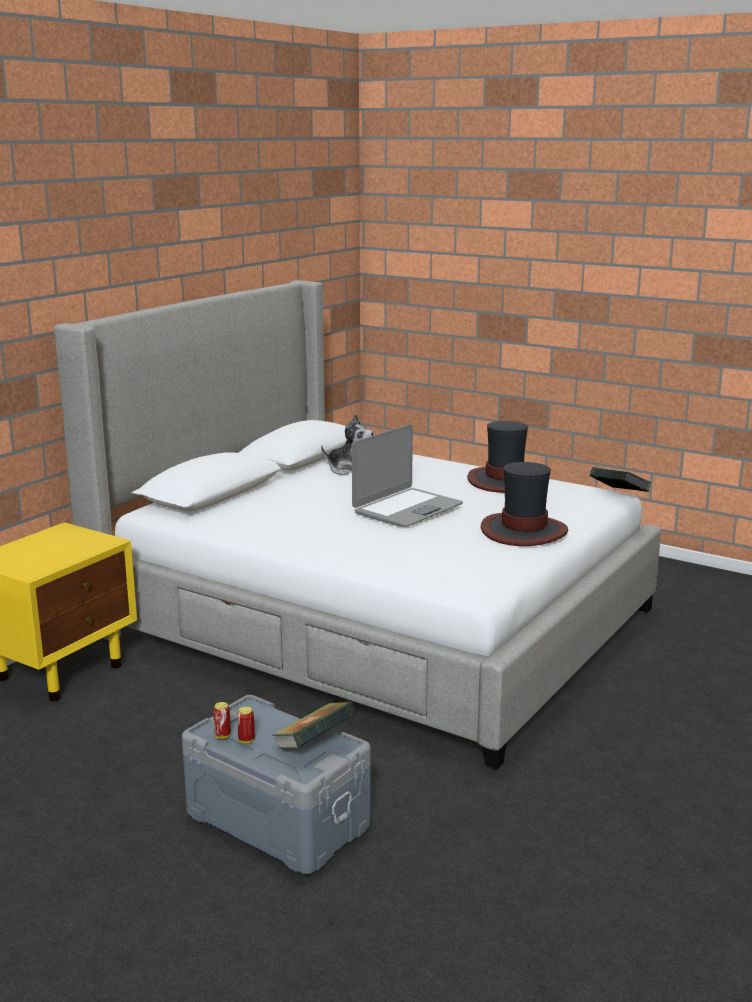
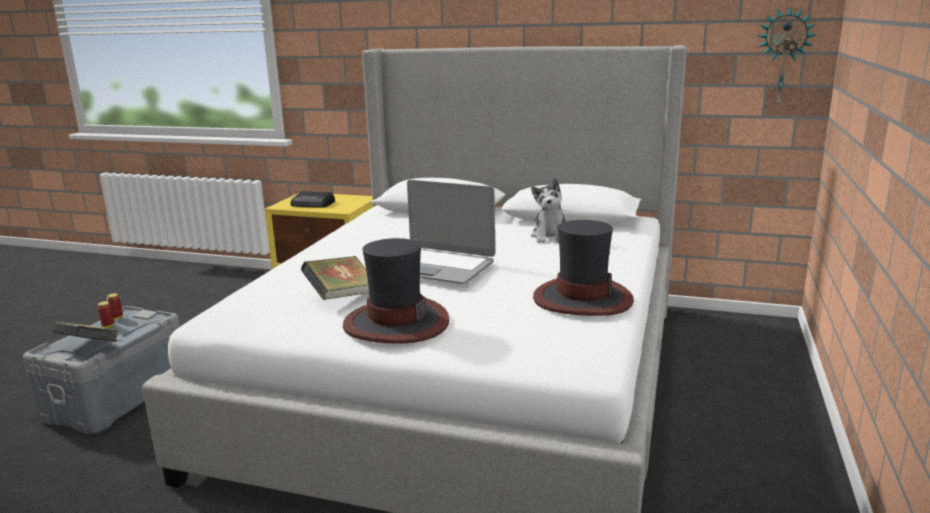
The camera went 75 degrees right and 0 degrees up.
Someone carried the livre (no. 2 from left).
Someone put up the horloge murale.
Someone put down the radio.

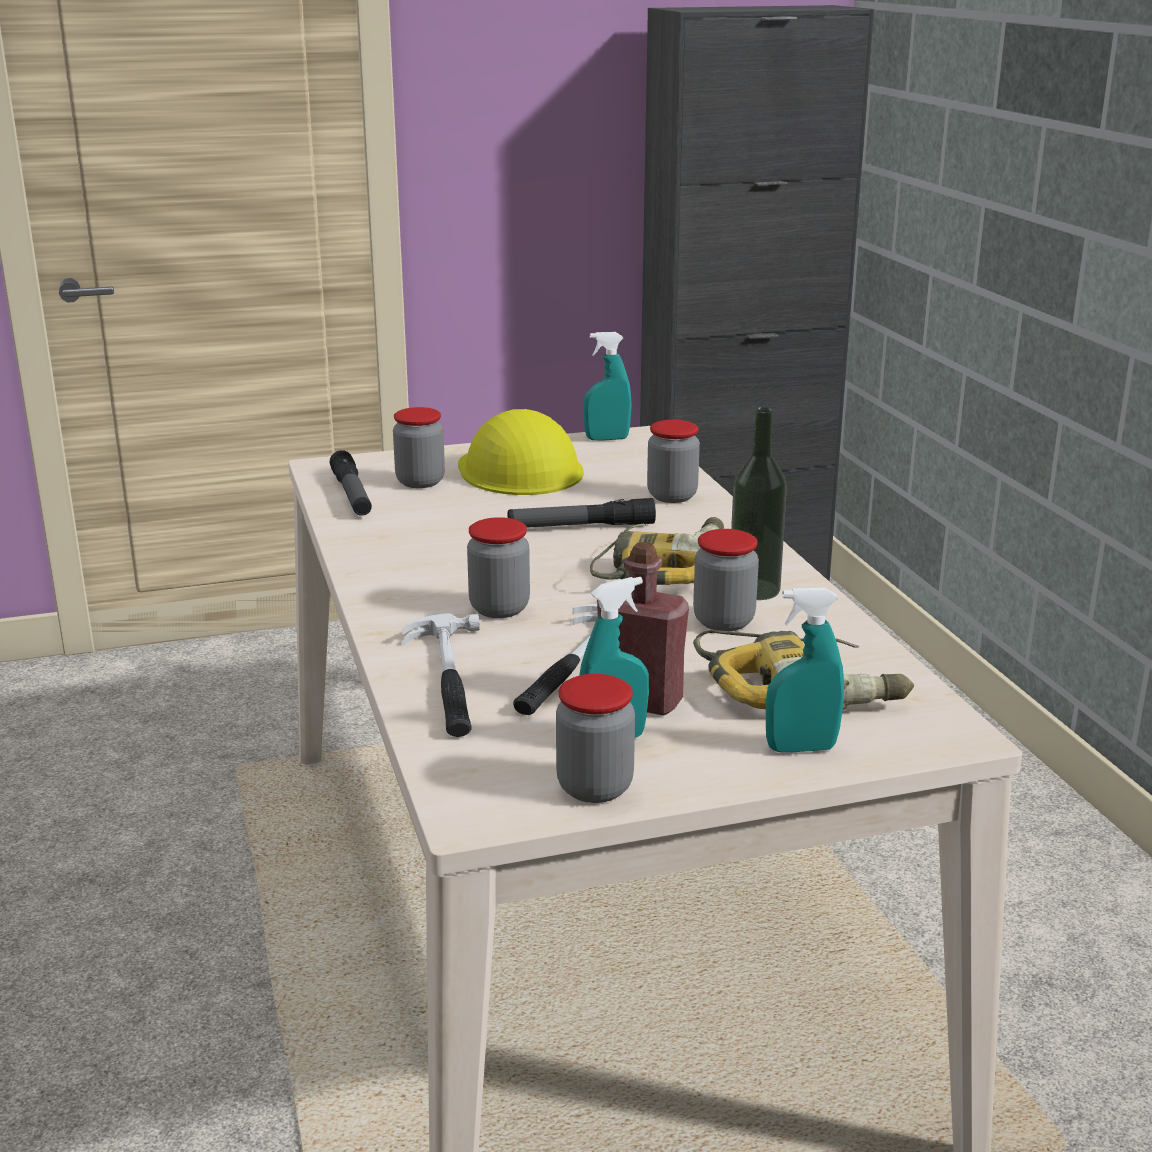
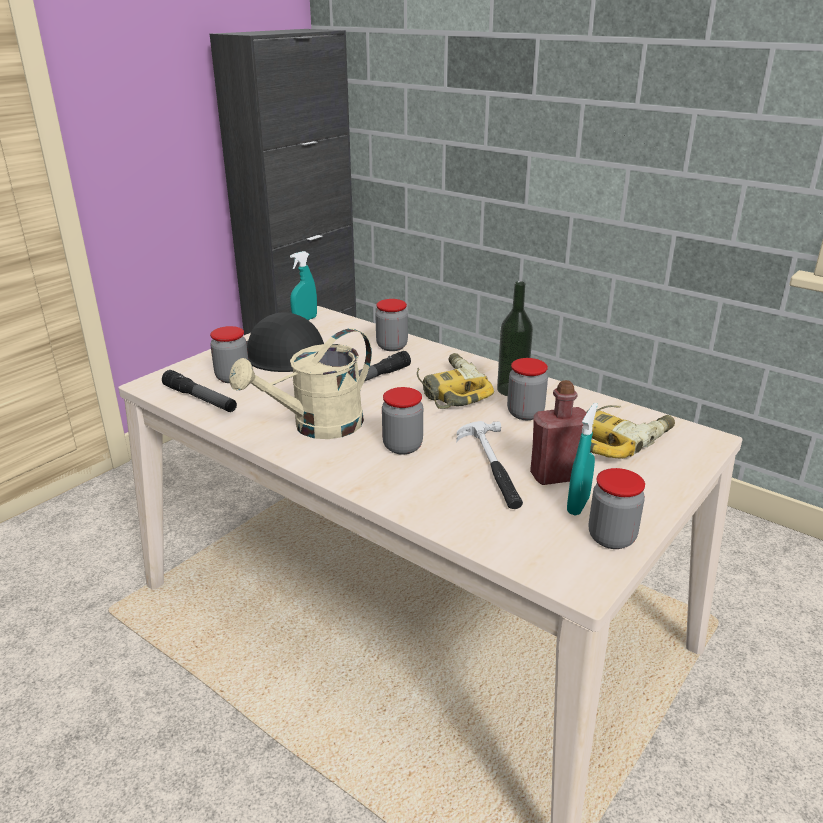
The camera went 35 degrees left and 5 degrees up.
Someone repainted the casque de chantier [jaune], which became the casque de chantier [noir].
Someone took away the vaporisateur [turquoise] (no. 3 from left).
Someone took away the marteau (no. 1 from left).
Someone put down the arrosoir [beige].

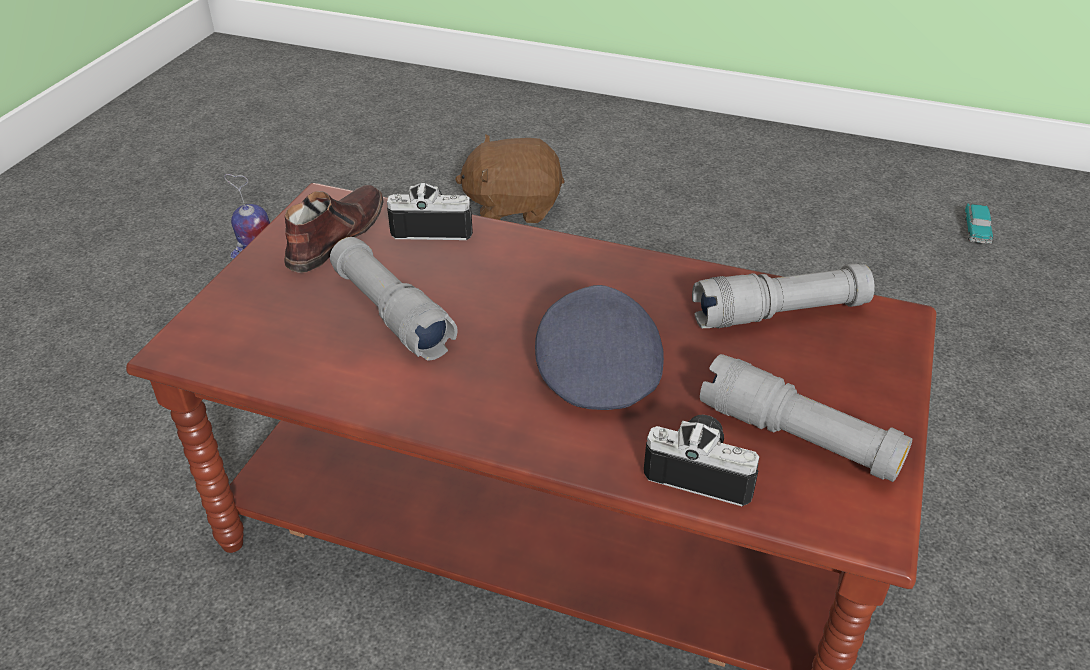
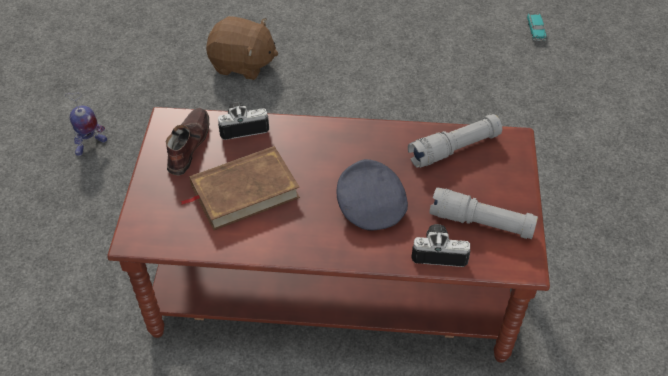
The camera went 15 degrees left and 10 degrees up.
Someone rotated the peluche [marron] by 150 degrees counterclockwise.
Someone swapped the lampe de poche [gris] (no. 1 from left) for the livre [marron].

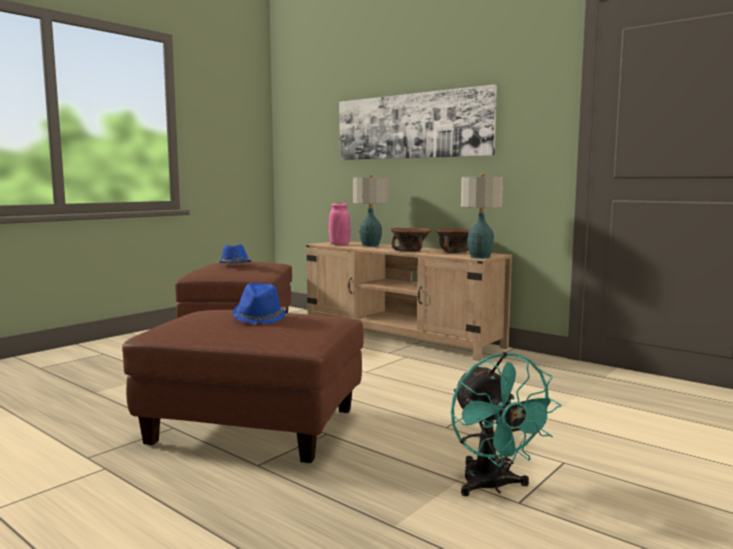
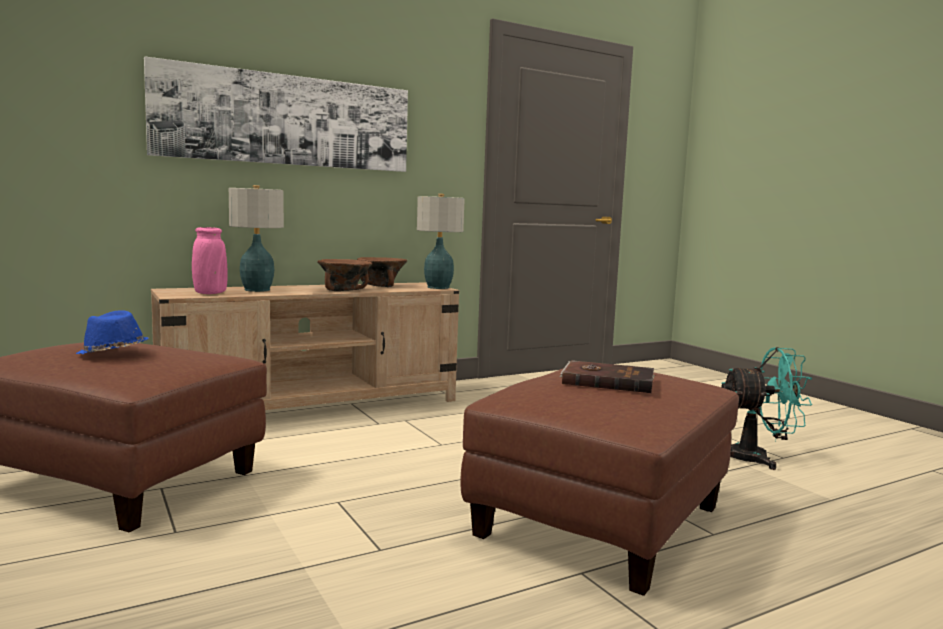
The camera went 70 degrees left and 0 degrees up.
Someone swapped the chapeau [bleu] (no. 2 from left) for the livre [marron].

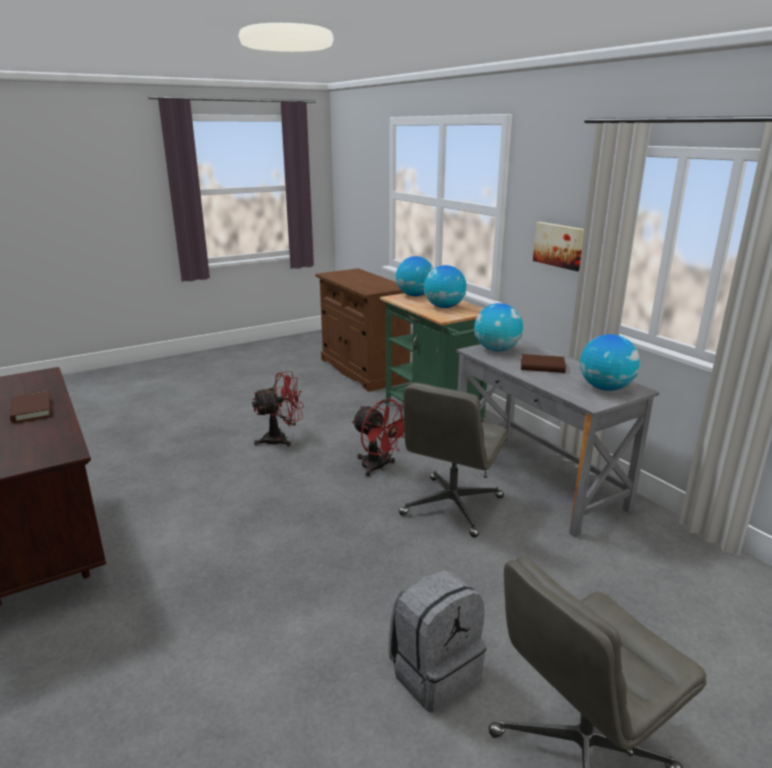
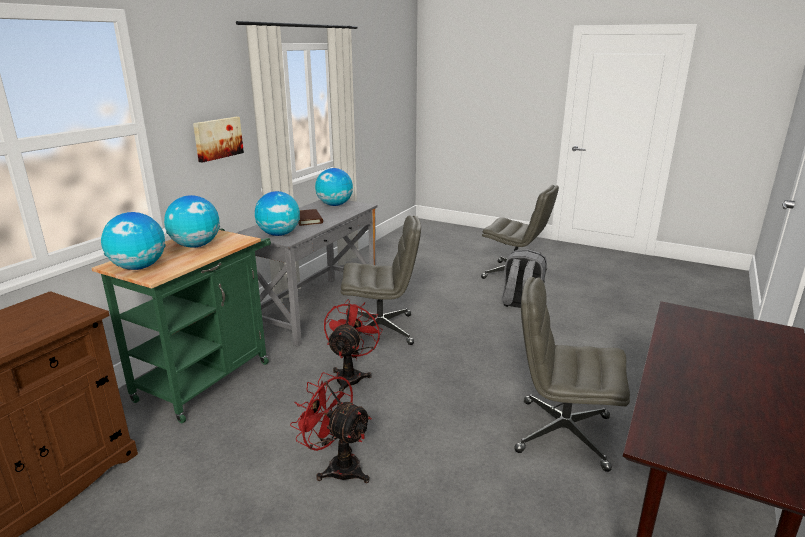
The camera went 120 degrees left and 0 degrees up.
Someone took away the livre [marron] (no. 1 from left).
Someone put down the chaise de bureau [gris] (no. 3 from left).

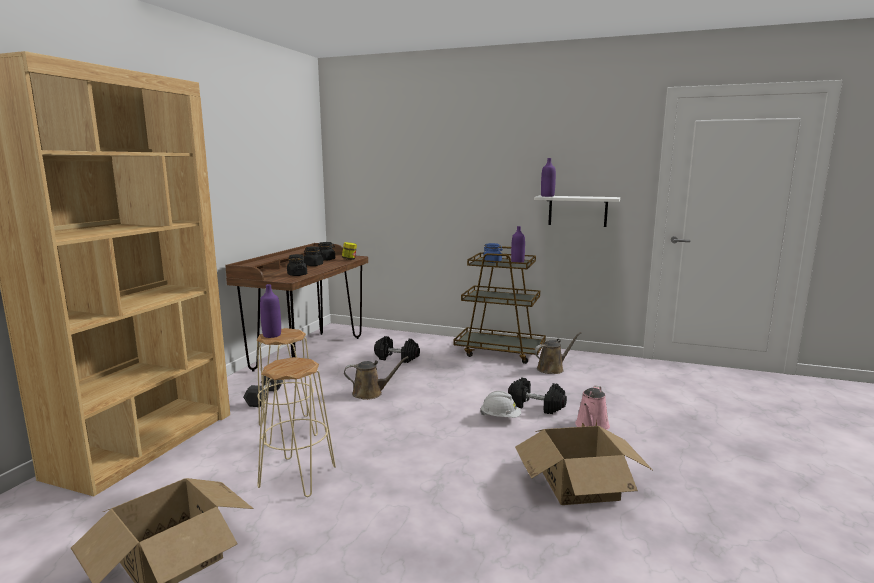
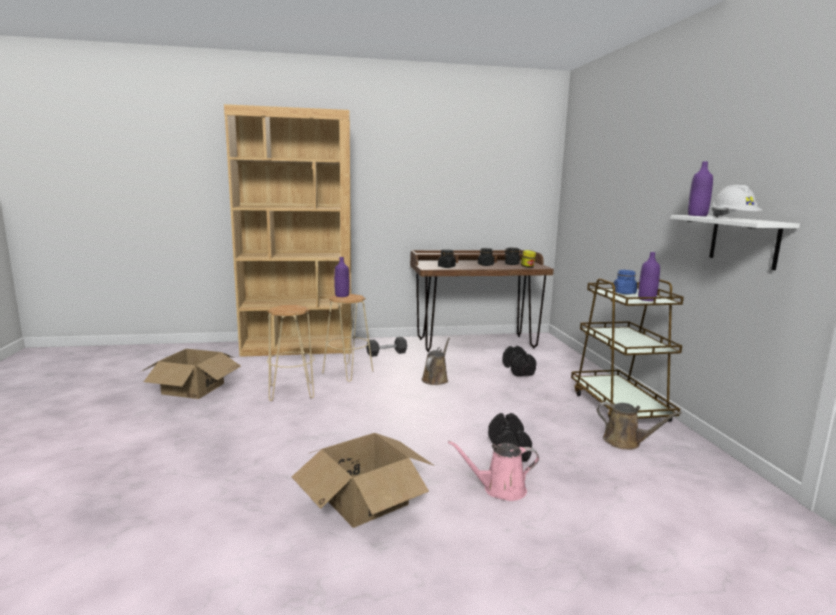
The camera went 60 degrees right and 0 degrees up.
Someone rotated the arrosoir [marron] (no. 1 from left) by 120 degrees counterclockwise.
Someone carried the casque de chantier [blanc].

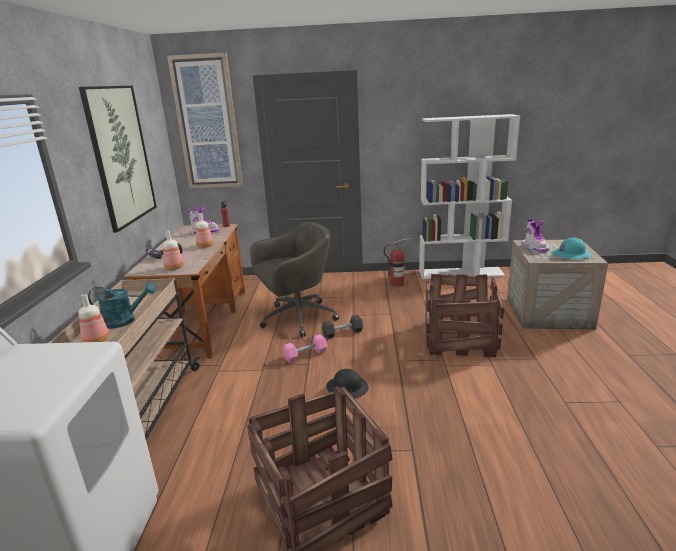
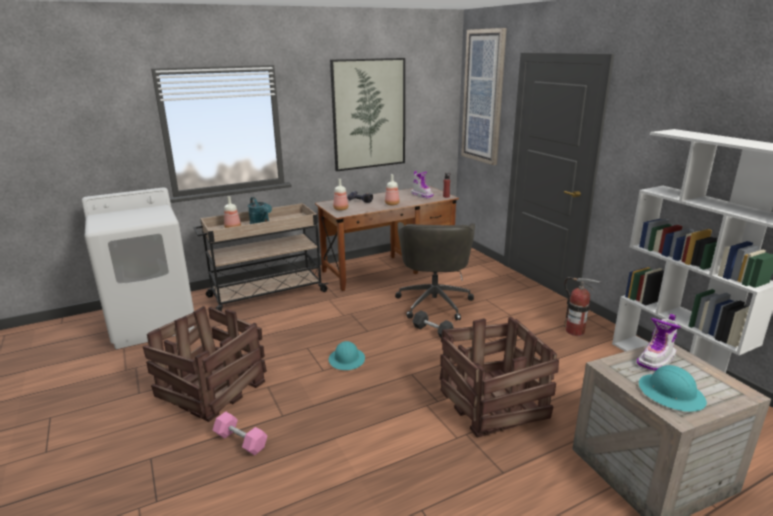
The camera went 60 degrees right and 0 degrees up.
Someone rotated the chaise de bureau [gris] by 60 degrees clockwise.
Someone carried the haltère [rose].
Someone repainted the casque de chantier [noir], which became the casque de chantier [turquoise] (no. 1 from left).

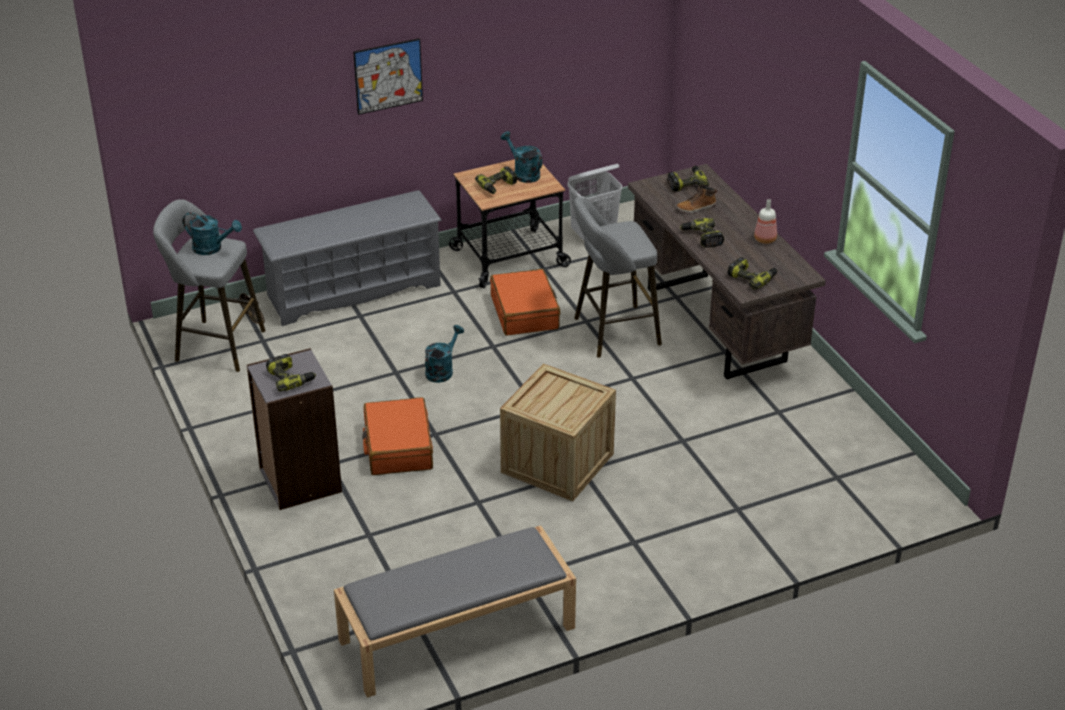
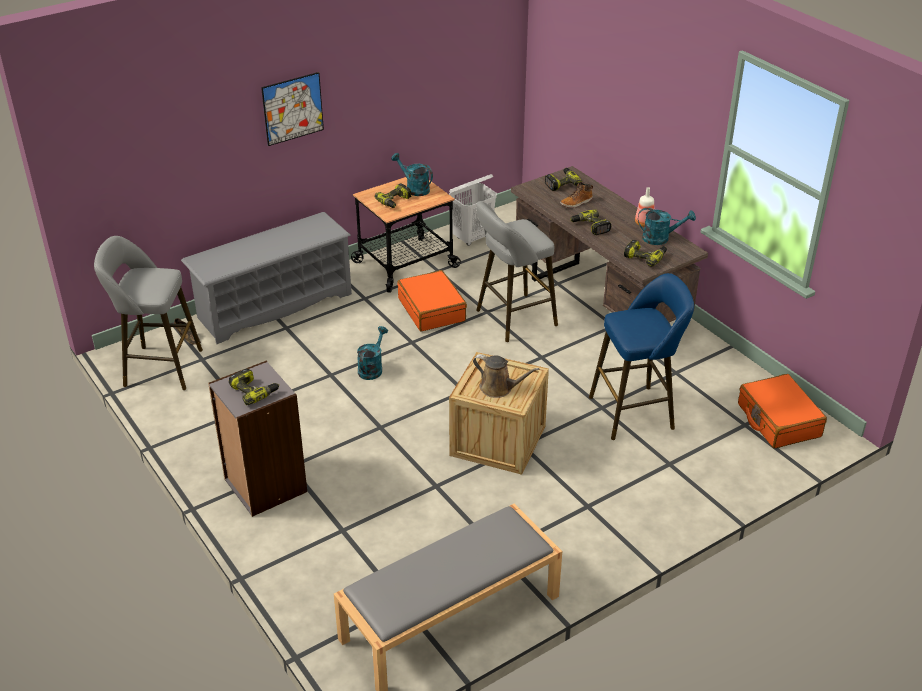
The camera went 10 degrees left and 0 degrees up.
Someone carried the arrosoir [turquoise] (no. 1 from left in the first image).
Someone carried the valise [orange] (no. 1 from left in the first image).
Someone put down the tabouret [bleu].
Someone put down the arrosoir [marron].

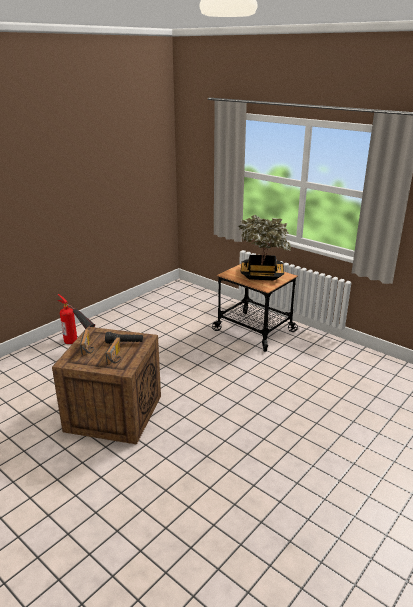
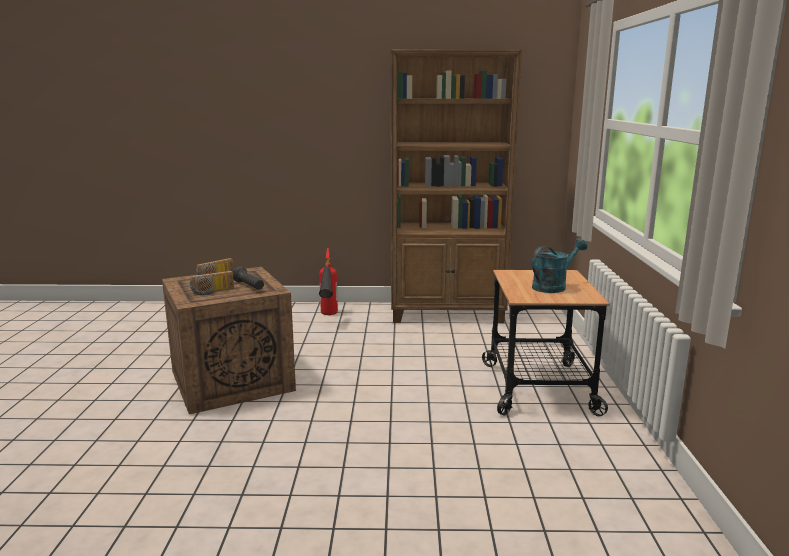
The camera went 50 degrees right and 10 degrees down.
Someone swapped the plante en pot for the arrosoir [turquoise].
Someone put down the bibliothèque [marron].

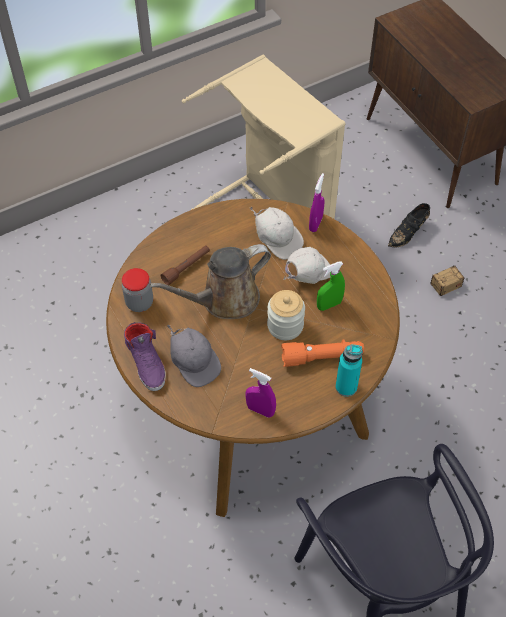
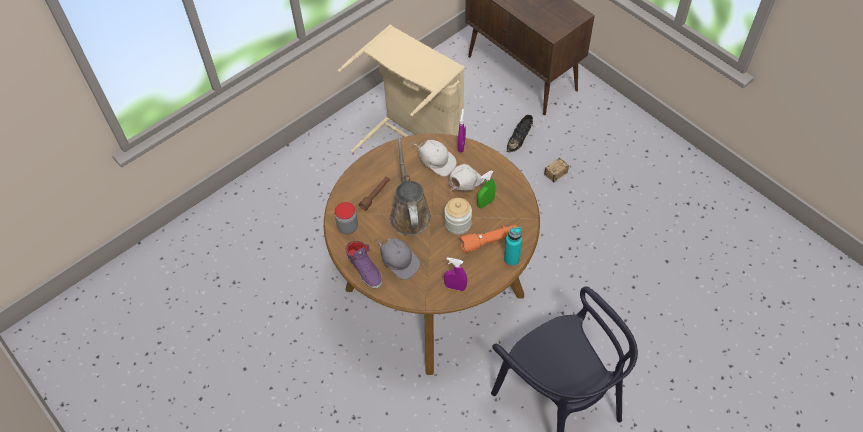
The camera went 10 degrees left and 0 degrees up.
Someone rotated the arrosoir [marron] by 120 degrees clockwise.

